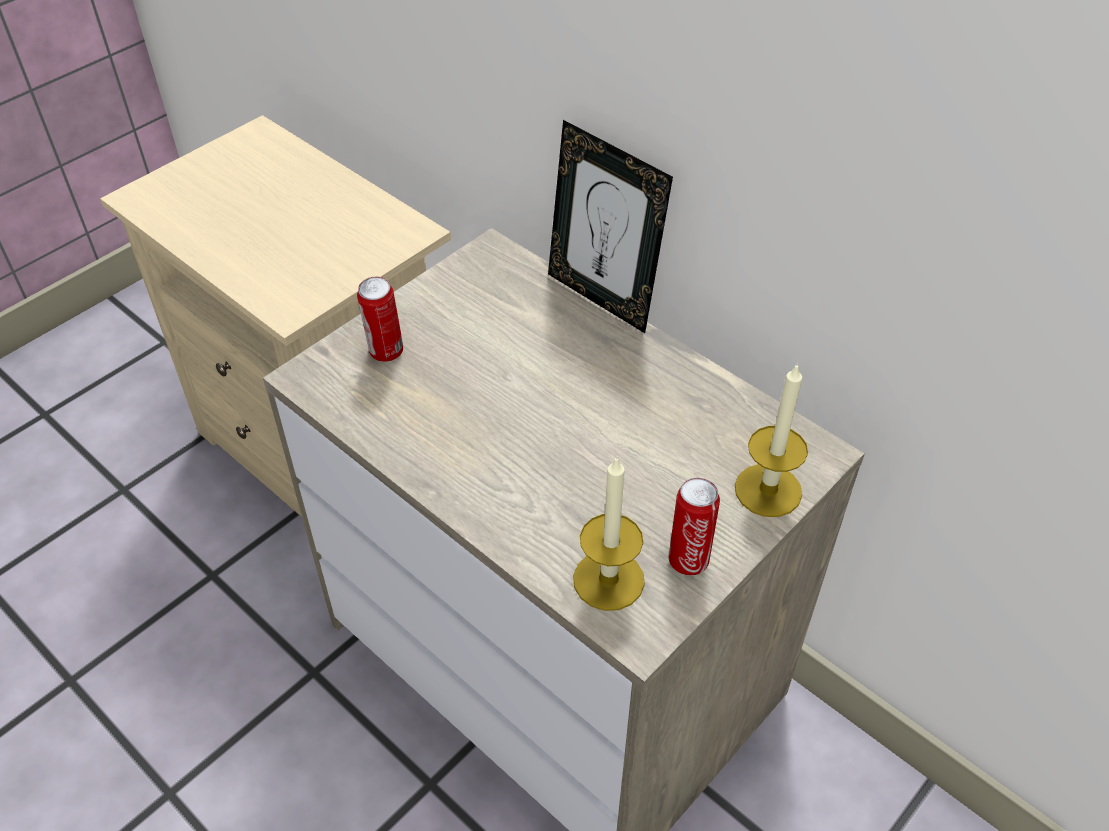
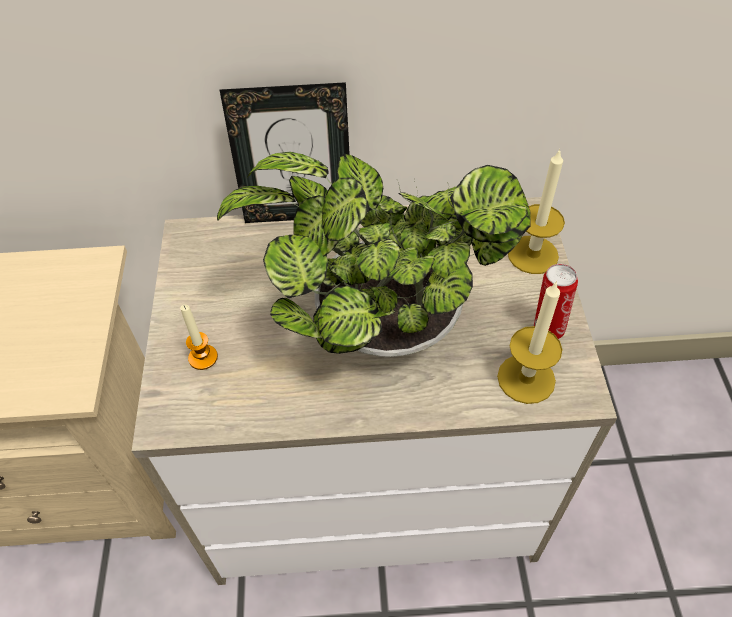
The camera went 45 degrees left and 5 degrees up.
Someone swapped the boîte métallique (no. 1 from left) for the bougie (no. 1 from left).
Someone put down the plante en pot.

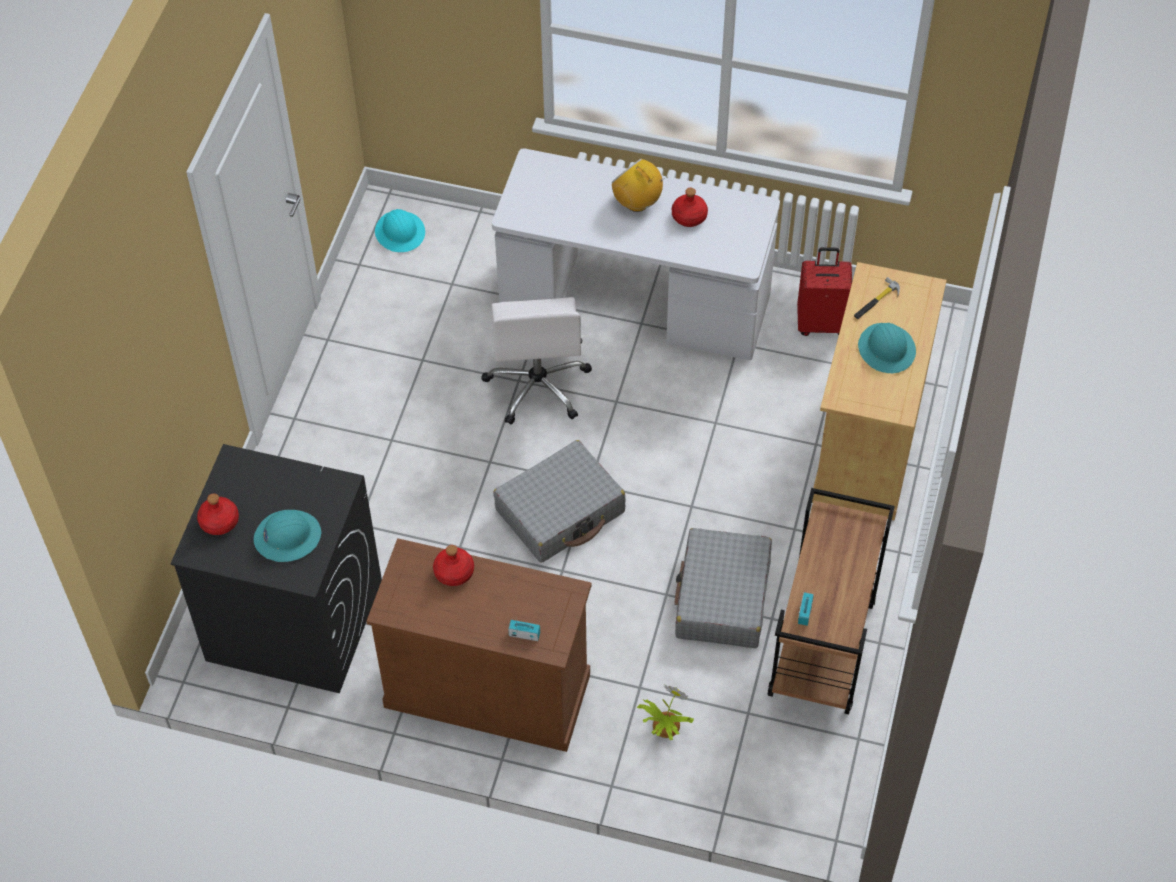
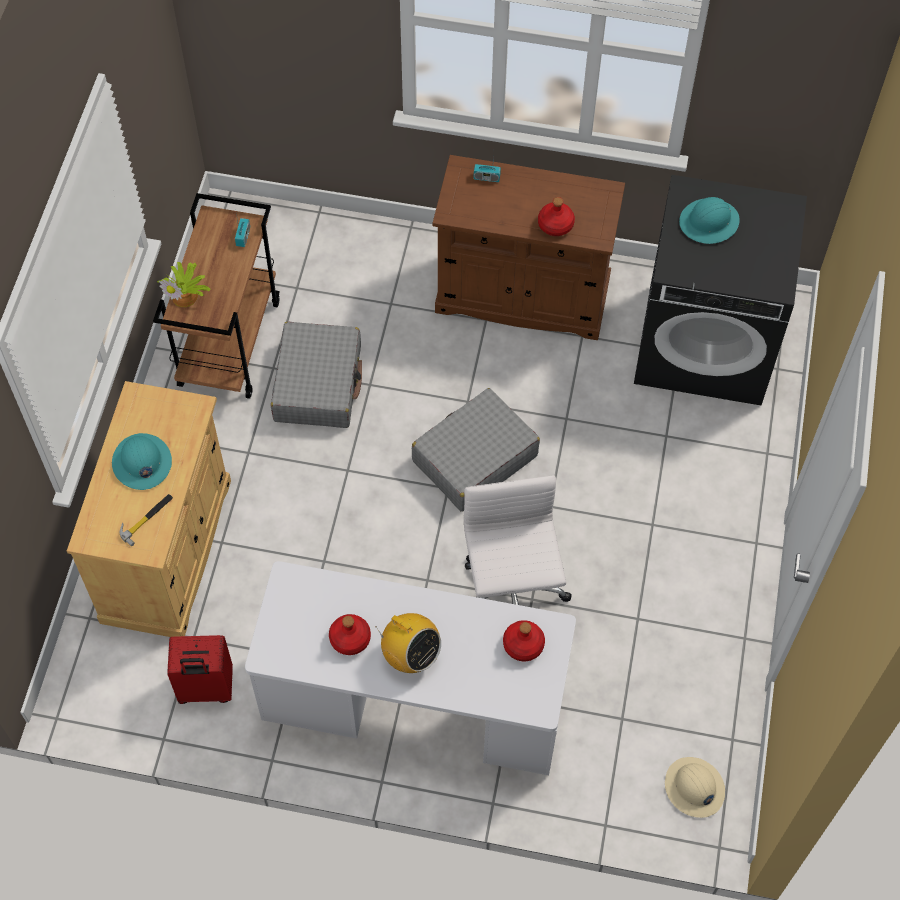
The camera went 175 degrees right and 5 degrees up.
Someone repainted the casque de chantier [turquoise] (no. 2 from left), which became the casque de chantier [beige].
Someone carried the bouteille [rouge] (no. 1 from left in the first image).
Someone carried the plante en pot.

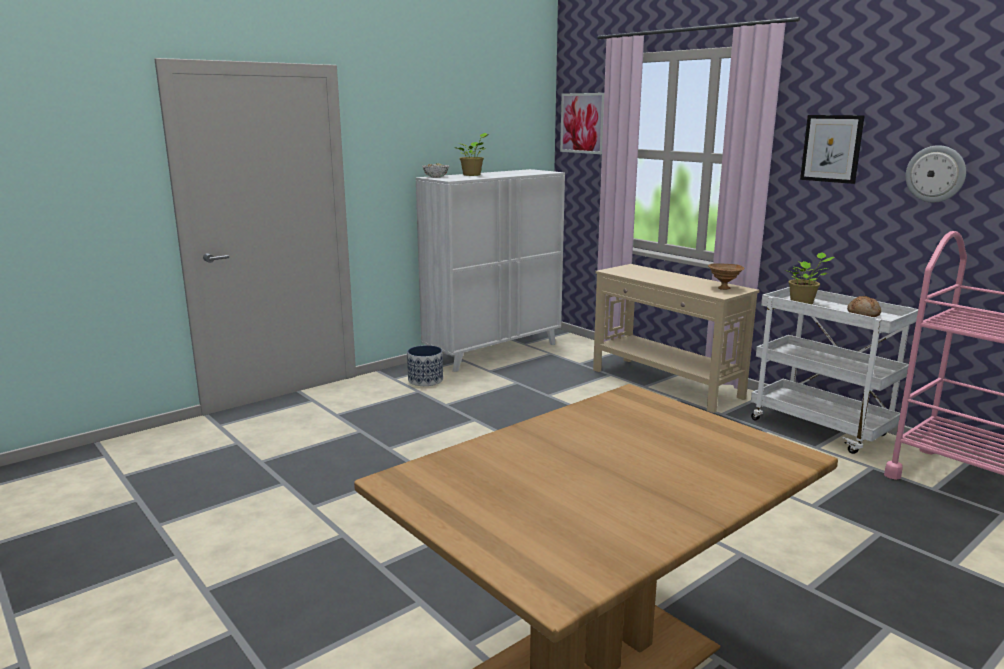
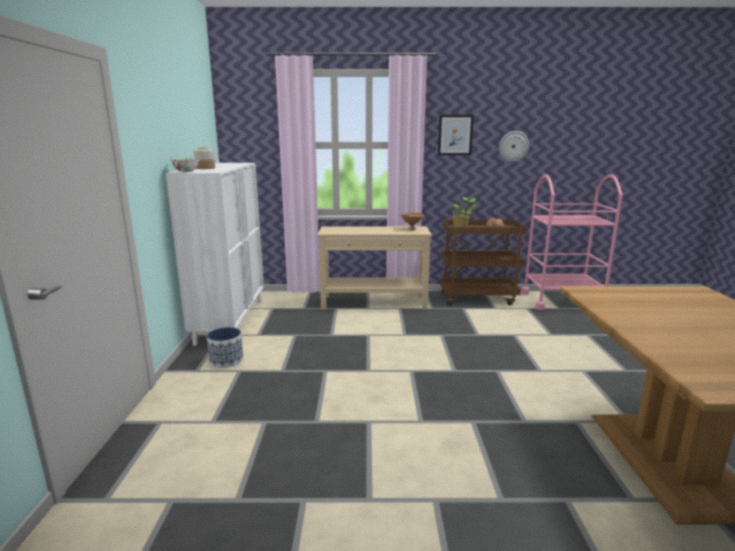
The camera went 50 degrees left and 0 degrees up.
Someone took away the tableau (no. 1 from left).
Someone swapped the plante en pot (no. 1 from left) for the bocal.
Someone repainted the chariot [blanc], which became the chariot [marron].

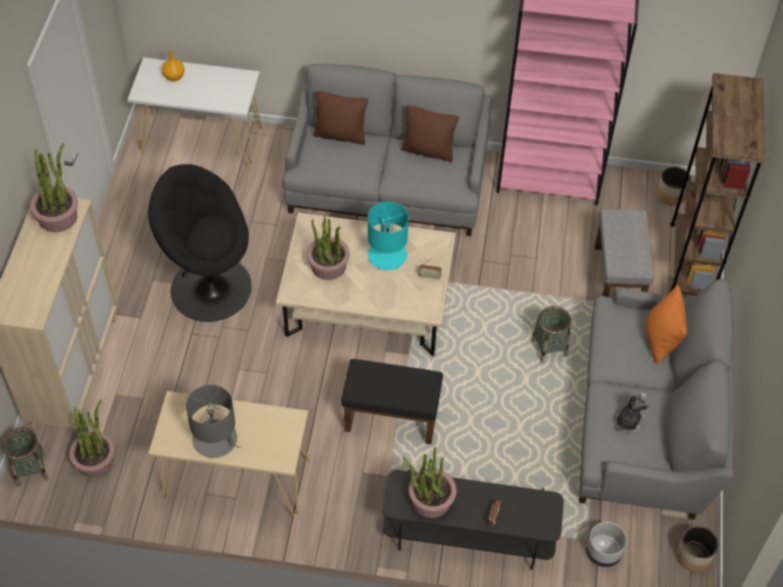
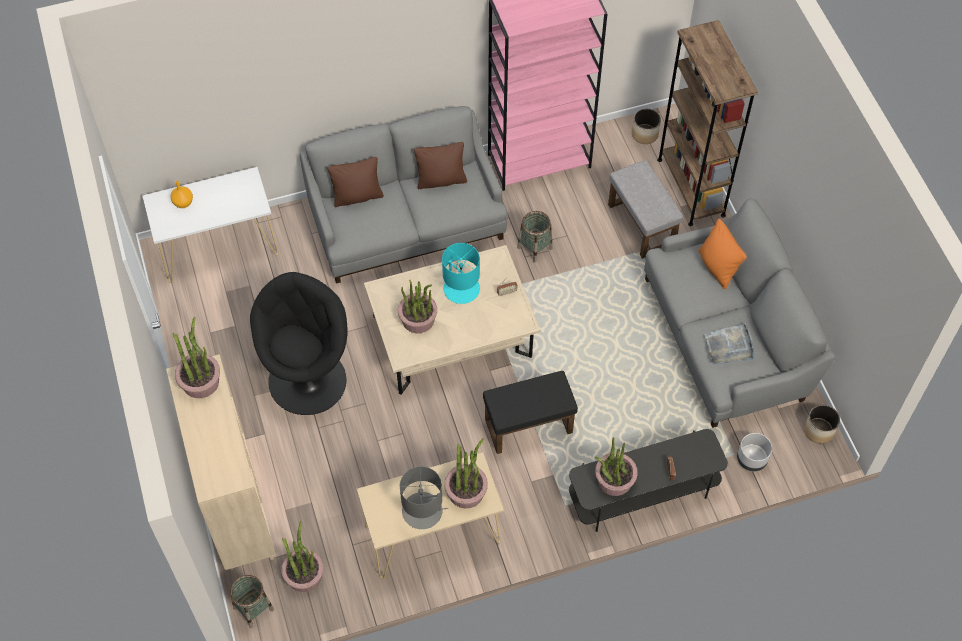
The camera went 25 degrees left and 5 degrees up.
Someone rotated the fauteuil [noir] by 135 degrees clockwise.
Someone carried the panier (no. 2 from left).
Someone swapped the peluche for the plateau [gris].
Someone put down the plante en pot (no. 4 from left).

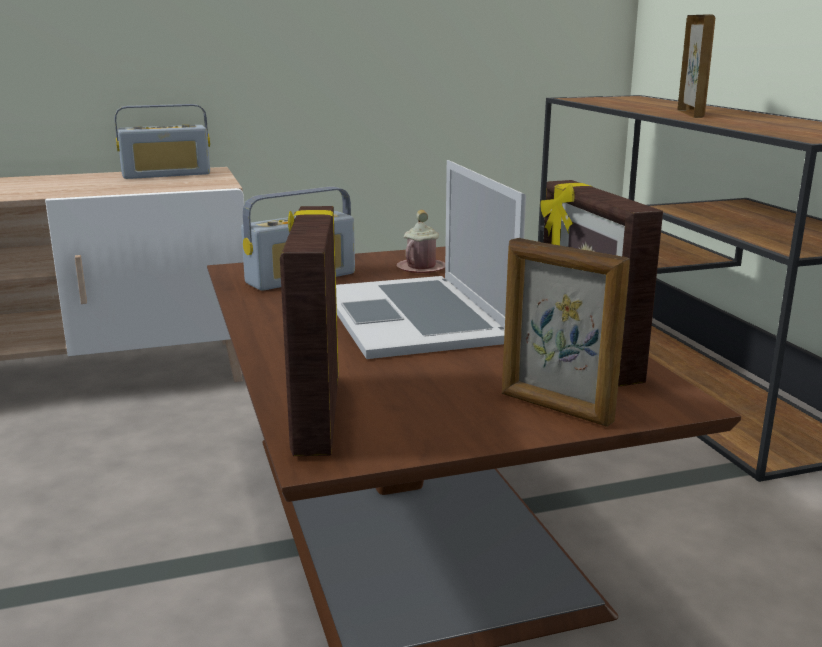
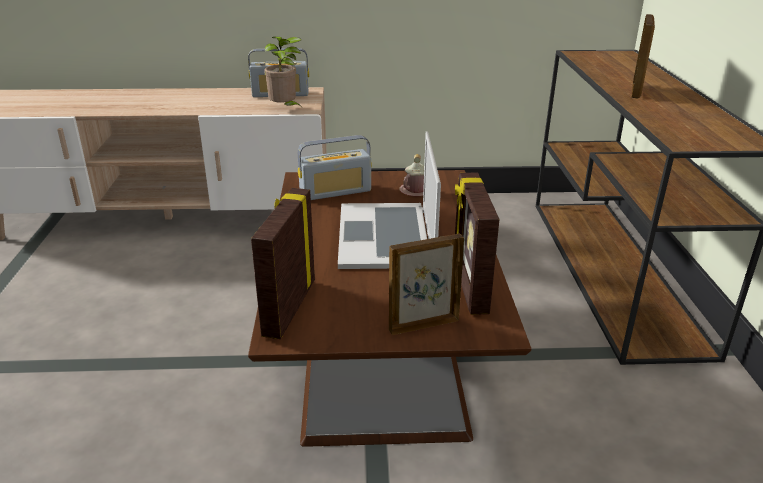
The camera went 15 degrees right and 10 degrees up.
Someone rotated the cadre photo (no. 2 from left) by 105 degrees clockwise.
Someone put down the plante en pot.

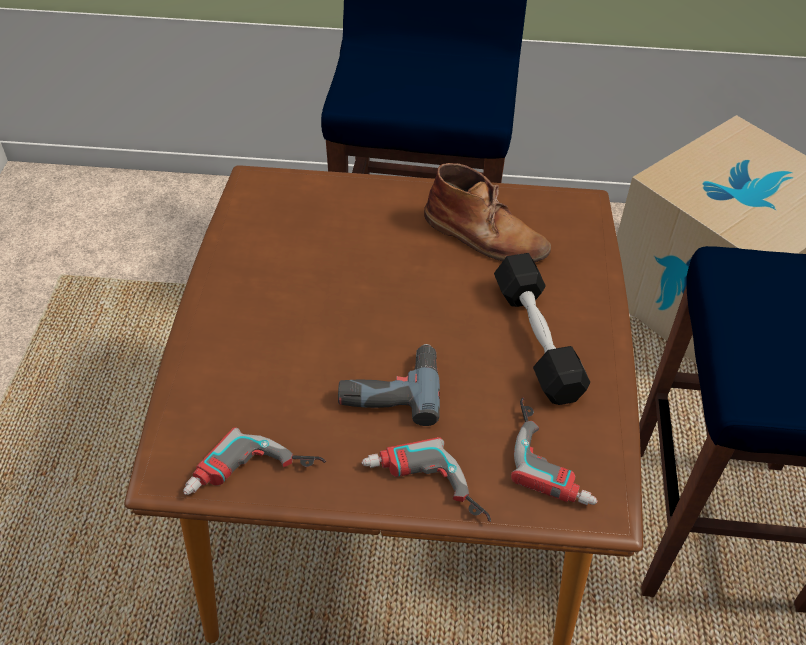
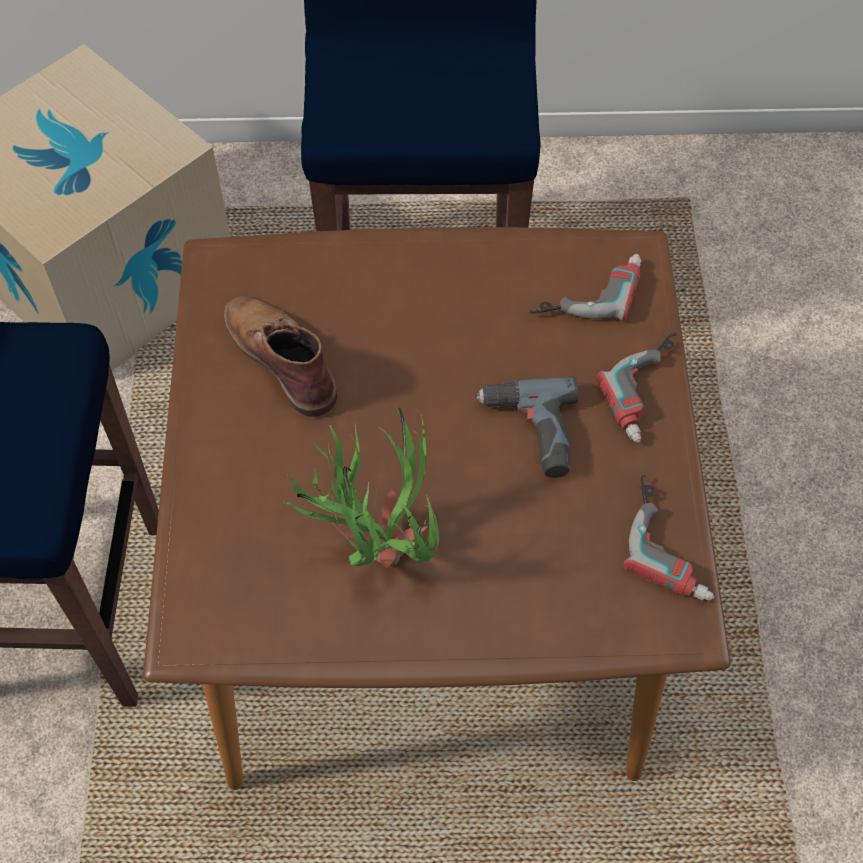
The camera went 95 degrees left and 10 degrees up.
Someone rotated the botte [marron] by 60 degrees counterclockwise.
Someone took away the haltère [noir].
Someone put down the plante en pot.

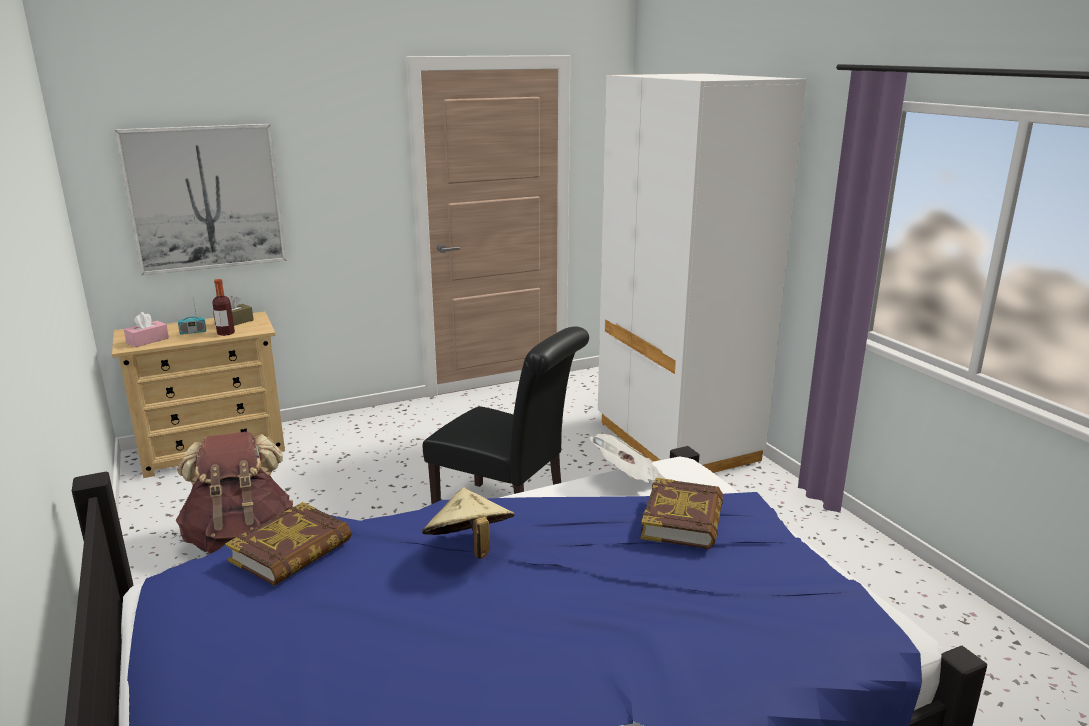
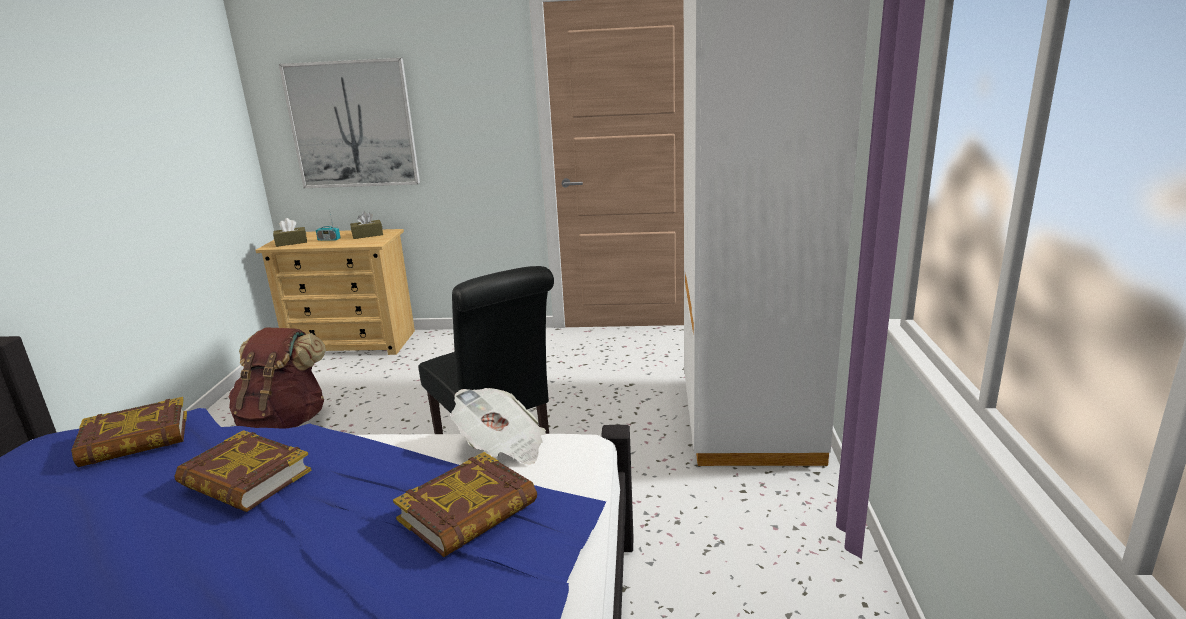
The camera went 30 degrees right and 0 degrees up.
Someone took away the bouteille.
Someone repainted the boîte à mouchoirs [rose], which became the boîte à mouchoirs [marron] (no. 1 from left).
Someone swapped the chapeau [beige] for the livre (no. 2 from left).

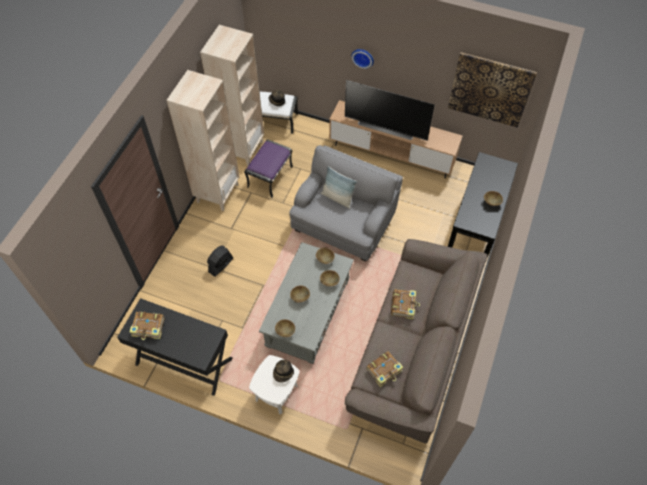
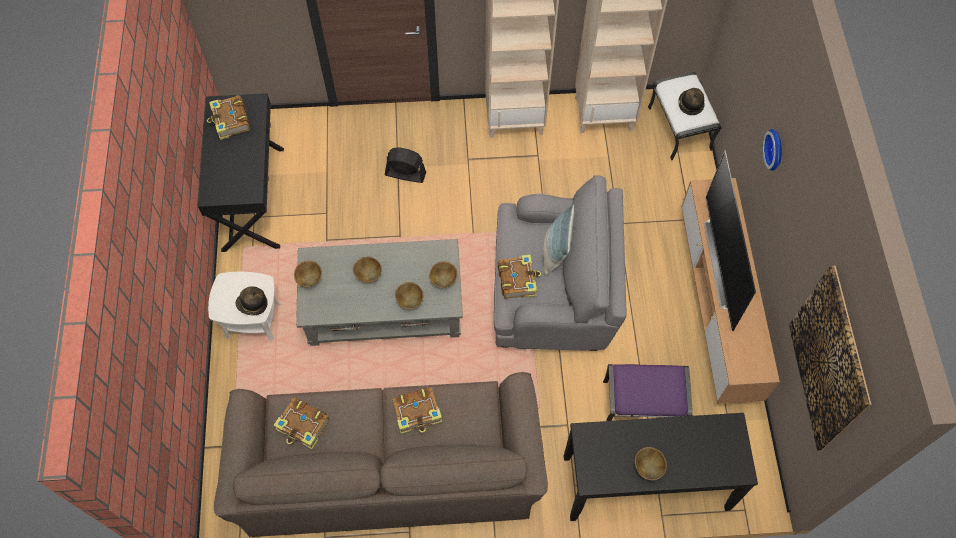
The camera went 65 degrees right and 5 degrees up.
Someone carried the pouf [violet].
Someone put down the livre (no. 4 from left).

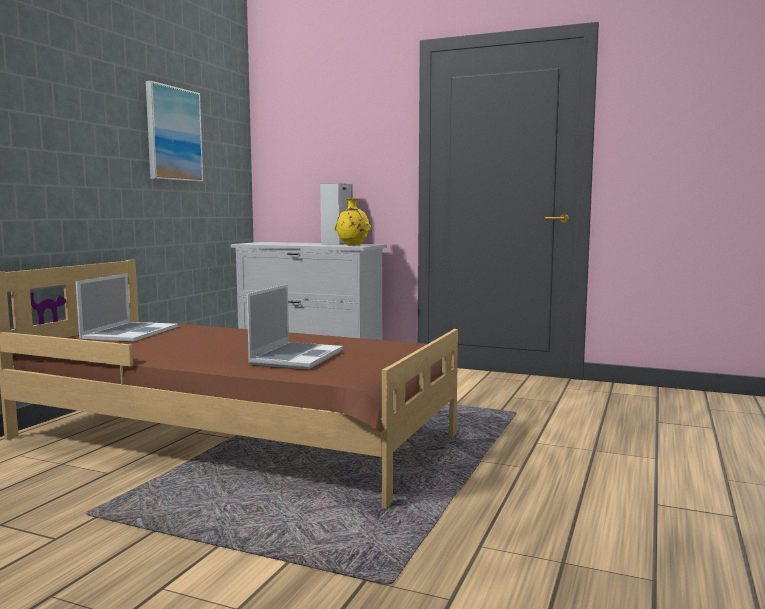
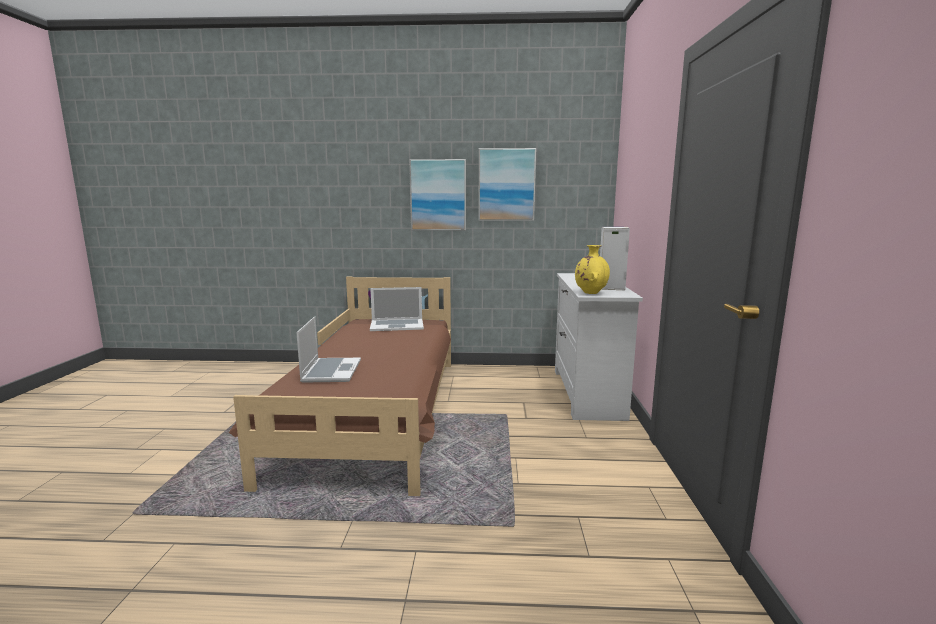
The camera went 70 degrees right and 5 degrees up.
Someone rotated the ordinateur portable (no. 2 from left in the first image) by 90 degrees counterclockwise.
Someone put up the tableau (no. 1 from left).

